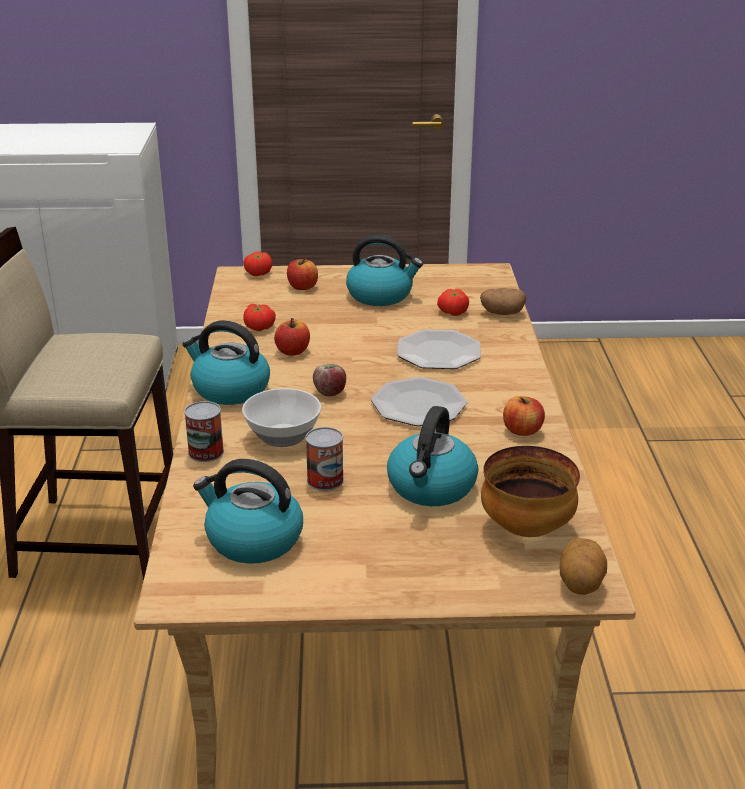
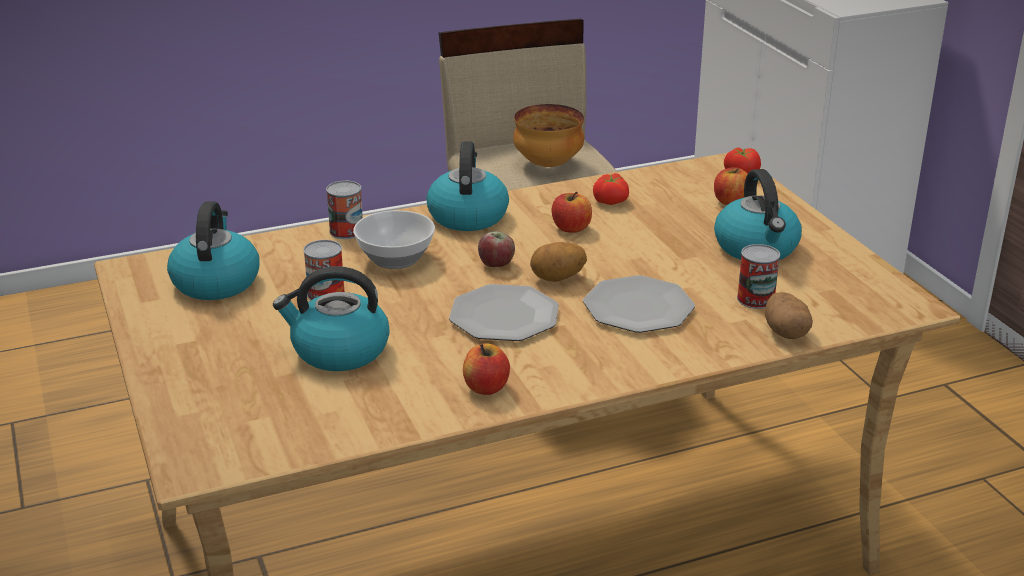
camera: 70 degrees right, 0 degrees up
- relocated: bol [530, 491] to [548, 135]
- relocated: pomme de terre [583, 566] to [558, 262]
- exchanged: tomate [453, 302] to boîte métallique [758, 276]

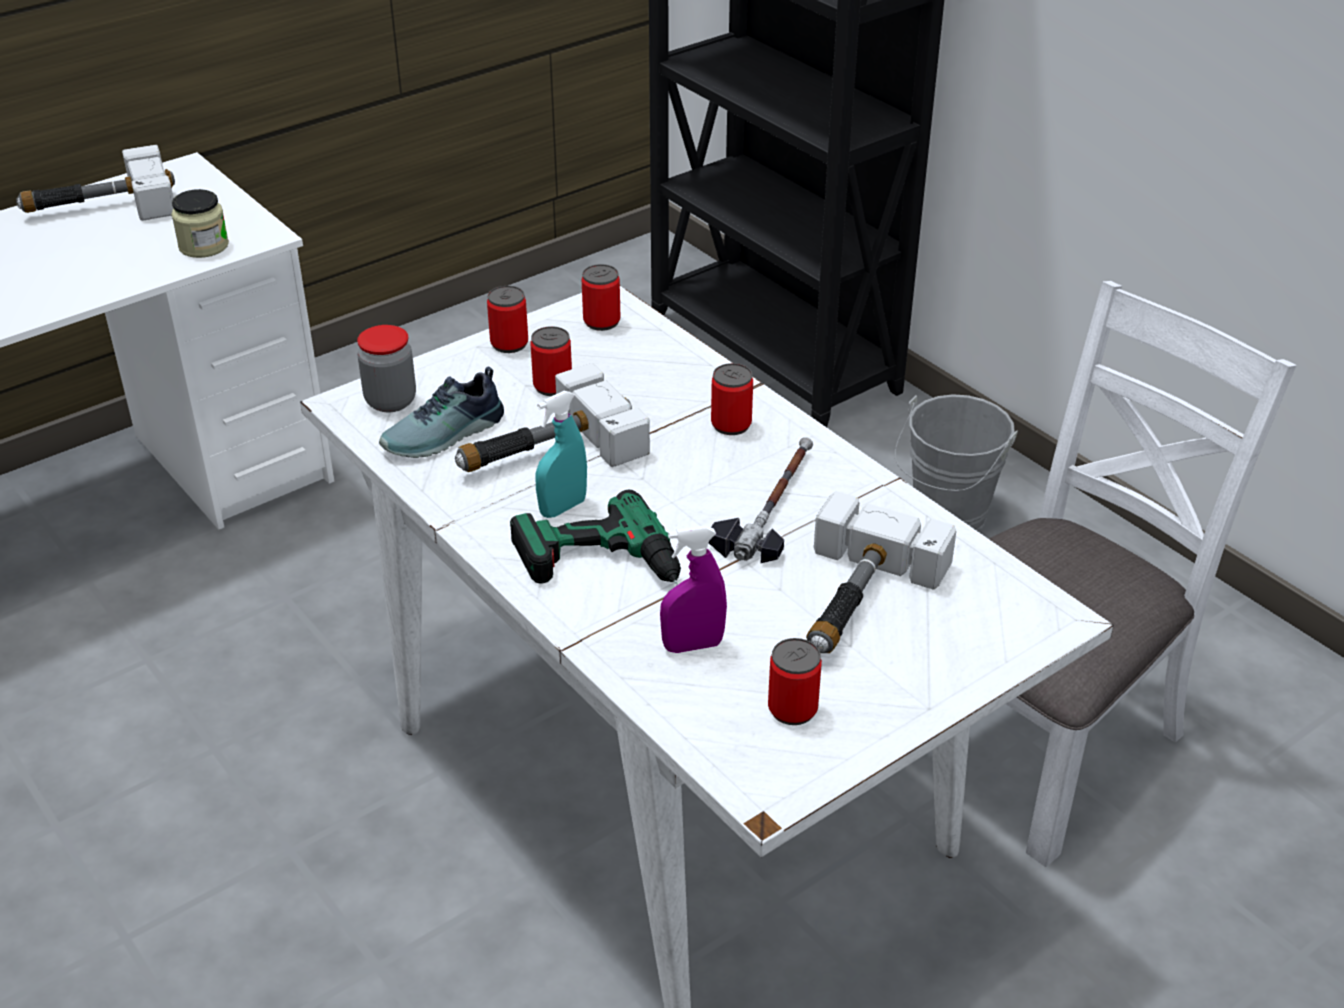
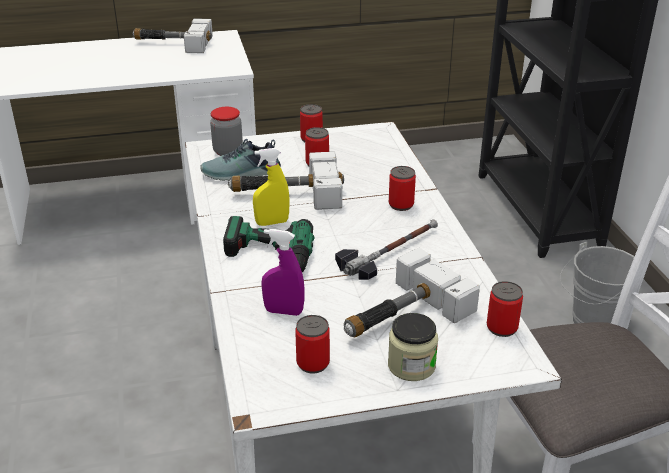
camera: 25 degrees right, 5 degrees down
- colour: vaporisateur (turquoise) [561, 454] to vaporisateur (jaune) [271, 187]
- relocated: bocal [200, 223] to [413, 347]
- relocated: boîte métallique [601, 297] to [505, 309]

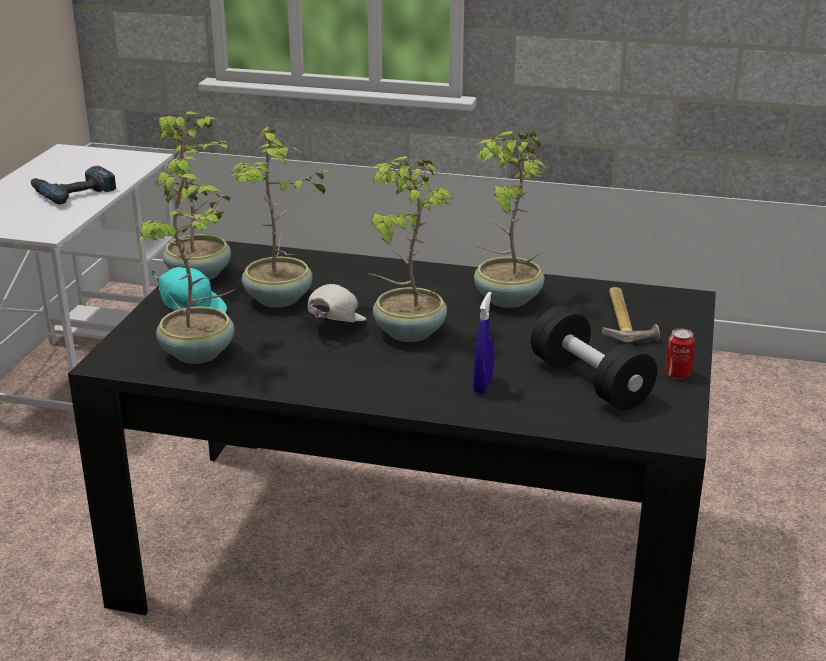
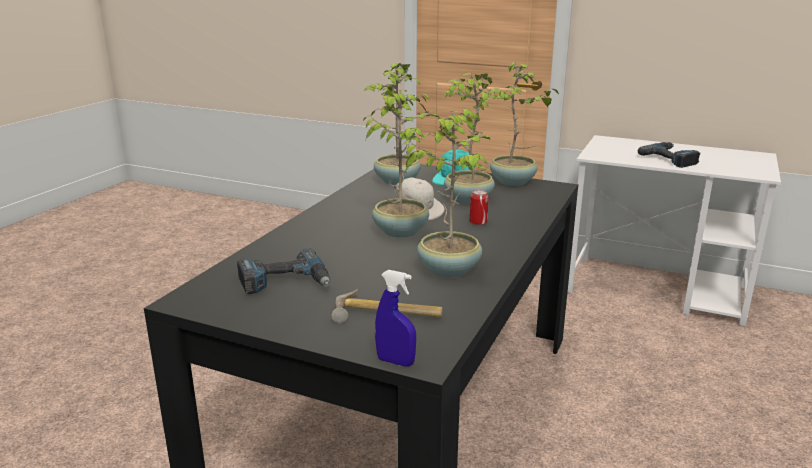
camera: 100 degrees right, 5 degrees down
- exchanged: haltère (noir) [594, 358] to perceuse [283, 271]
- relocated: vaporisateur (bleu) [483, 343] to [395, 318]
- relocated: boîte métallique [680, 353] to [479, 207]

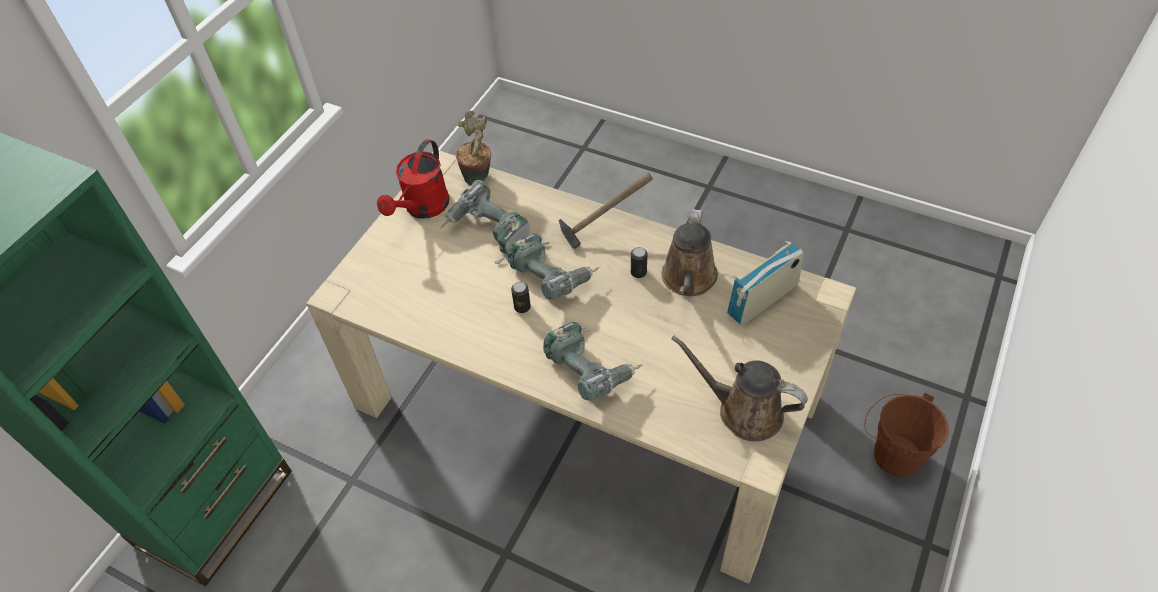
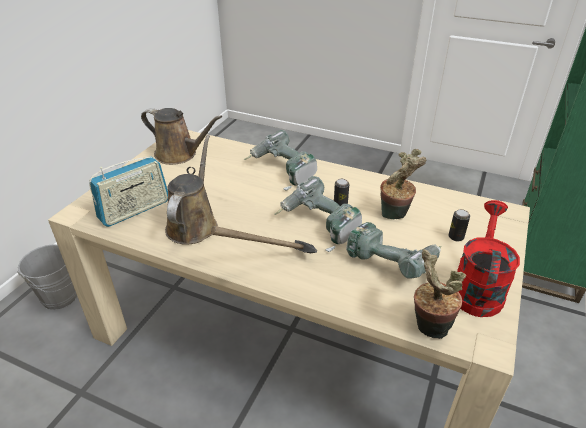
camera: 175 degrees right, 15 degrees down
- colour: seau (marron) [906, 435] to seau (gris) [47, 277]
- appeared: plante en pot [403, 184]
- relocated: boîte métallique [639, 262] to [459, 225]

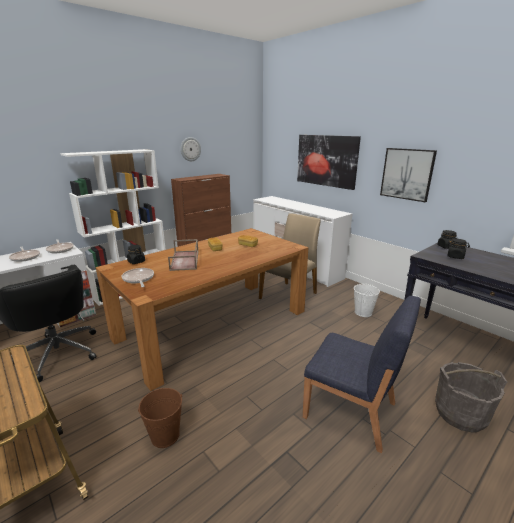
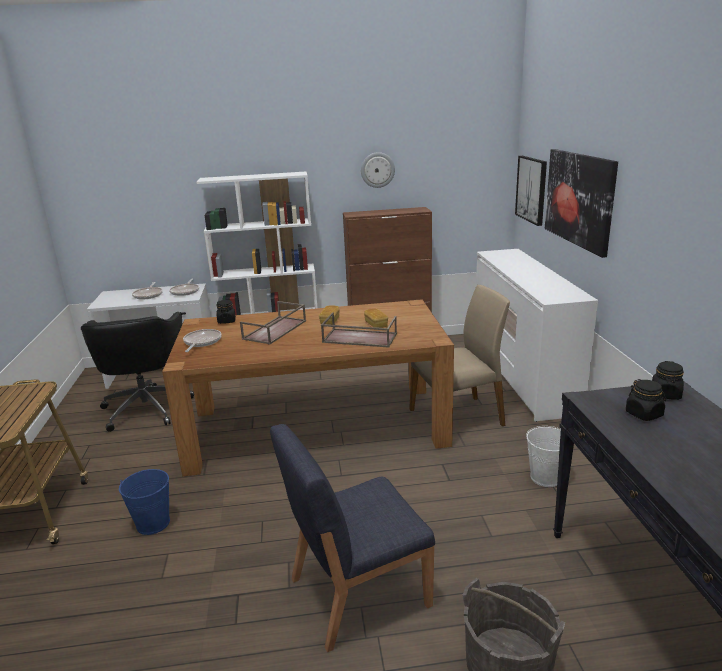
camera: 35 degrees right, 0 degrees up
- colour: seau (marron) [160, 418] to seau (bleu) [144, 502]
- spun: chaise (bleu) [362, 374] = [352, 538] 90 degrees clockwise
- appeared: plateau (marron) [359, 330]
- relocated: tableau [408, 175] to [531, 191]

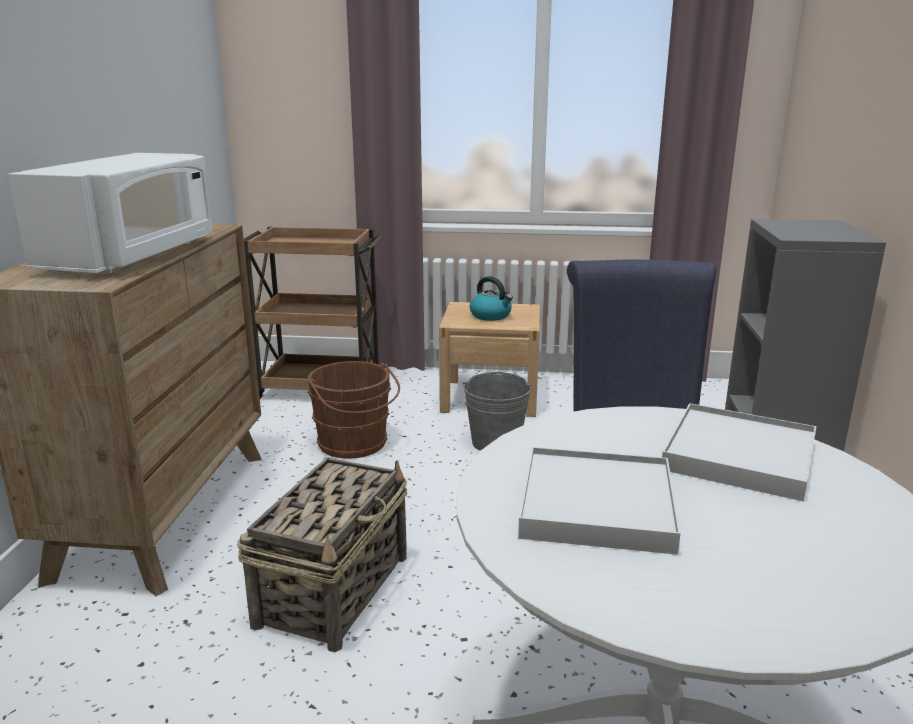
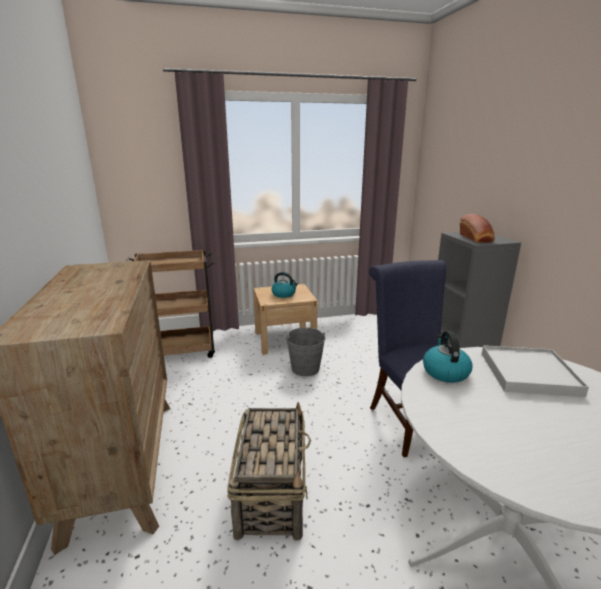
camera: 20 degrees left, 0 degrees up
- appeared: bouilloire [448, 357]
- appeared: pain [477, 228]
- missing: micro-ondes (blanc) [110, 213]
- missing: seau (marron) [353, 410]
- missing: plateau (blanc) [599, 501]

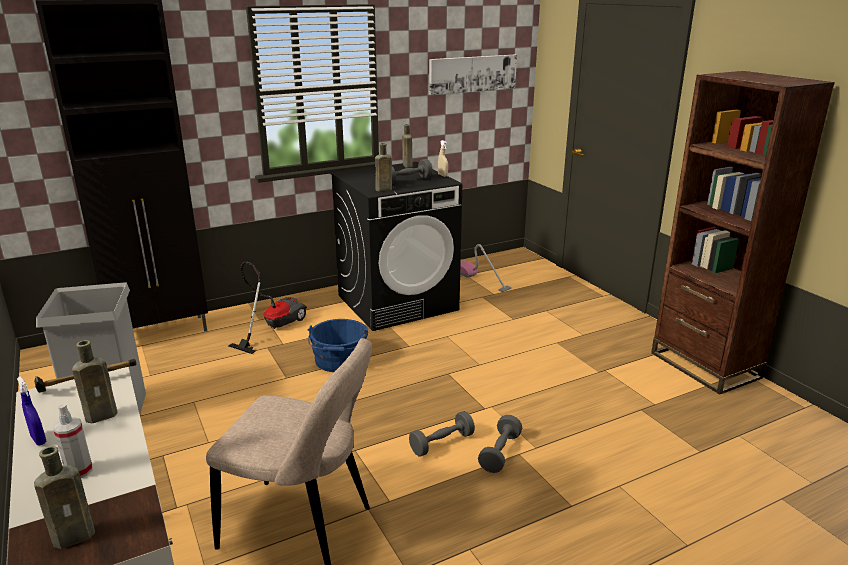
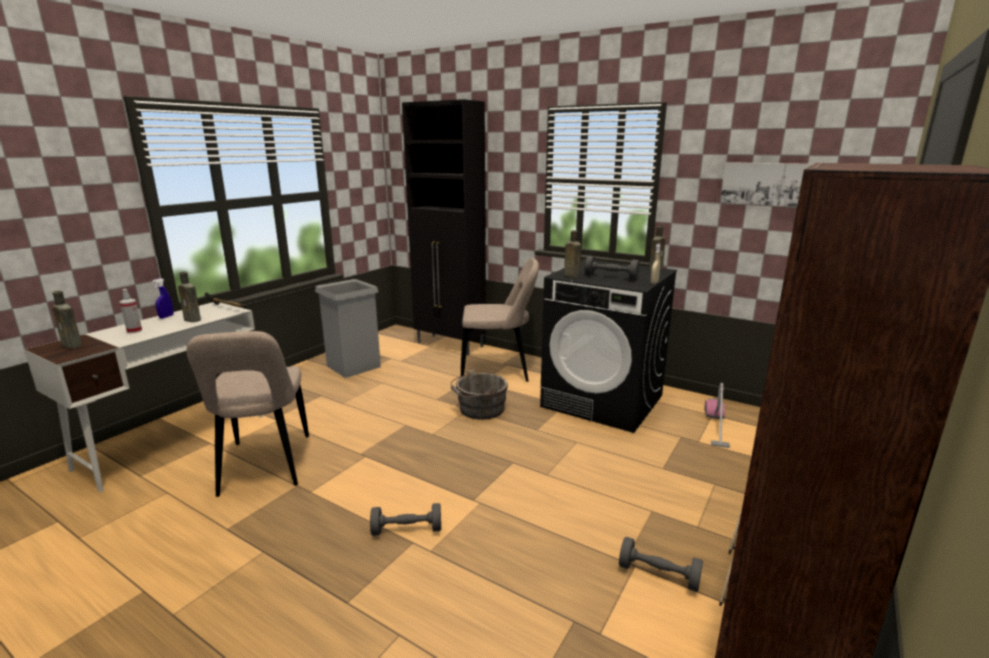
camera: 60 degrees right, 5 degrees down
- colour: seau (bleu) [338, 345] to seau (gris) [479, 395]
- exchanged: aspirateur [267, 307] to chaise (beige) [500, 320]
- relocated: haltère (gris) [442, 433] to [661, 564]

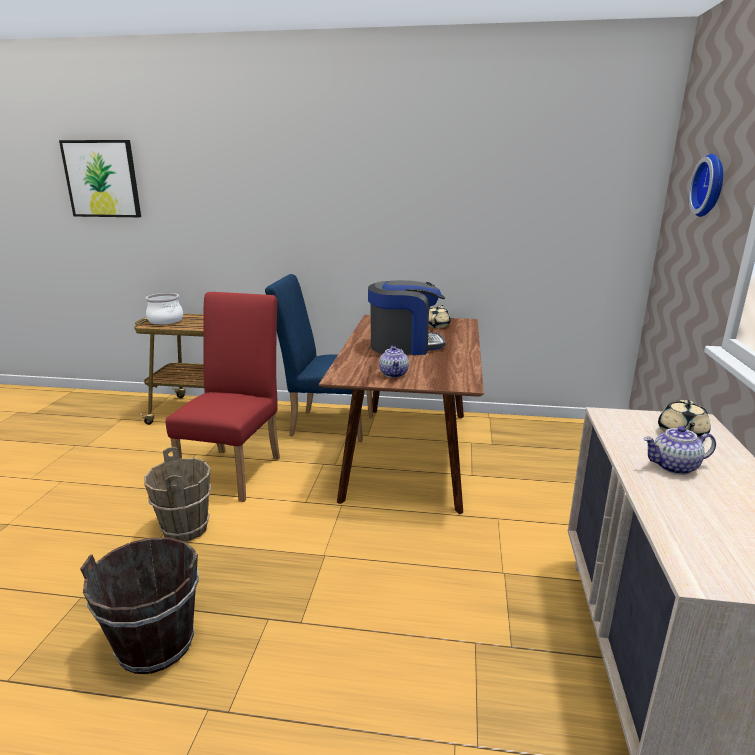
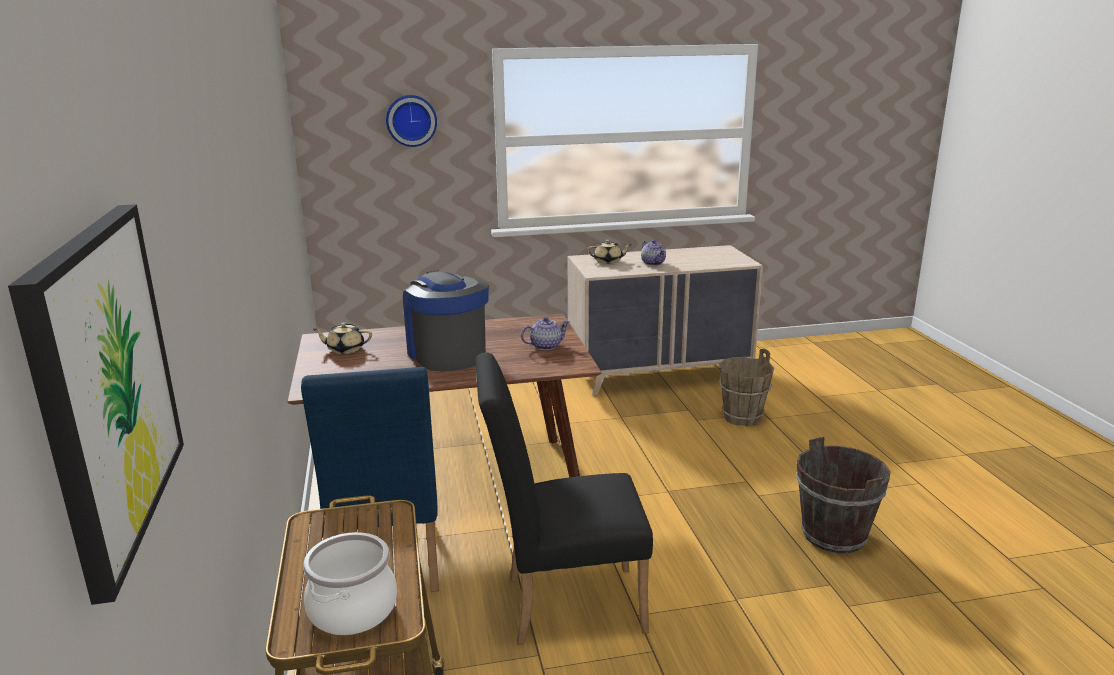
camera: 110 degrees left, 0 degrees up
- colour: chaise (rouge) [223, 397] to chaise (noir) [564, 499]
- relocated: seau (marron) [178, 494] to [746, 387]

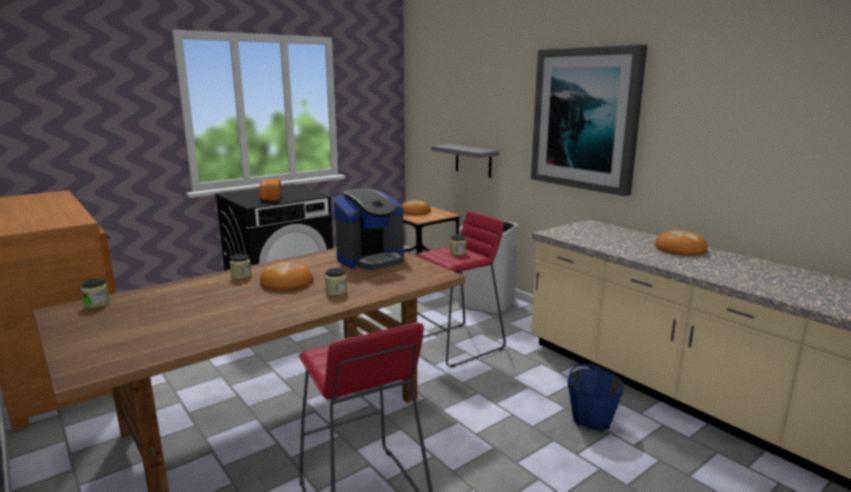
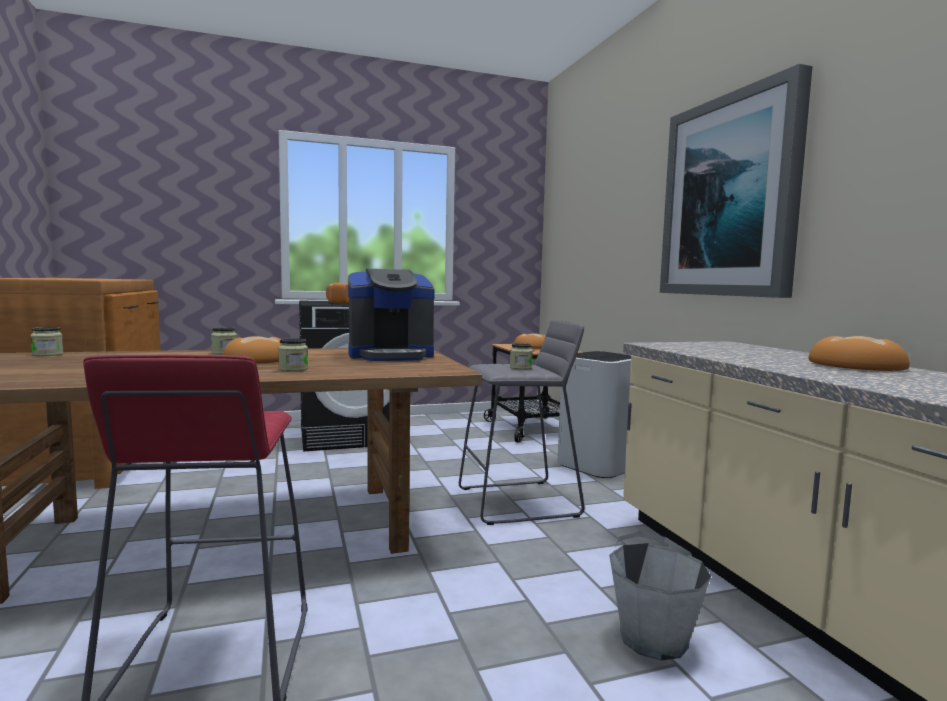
camera: 20 degrees right, 10 degrees down
- colour: tabouret (rouge) [461, 289] to tabouret (gris) [522, 422]
- colour: seau (bleu) [596, 397] to seau (gris) [660, 596]
- missing: étagère (gris) [465, 161]

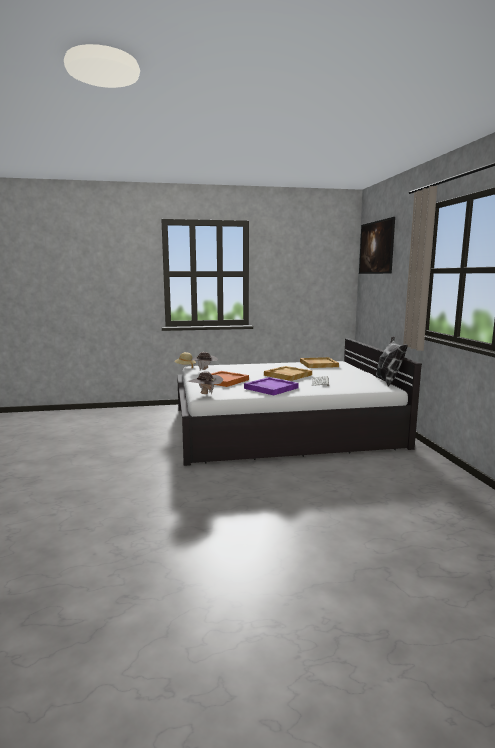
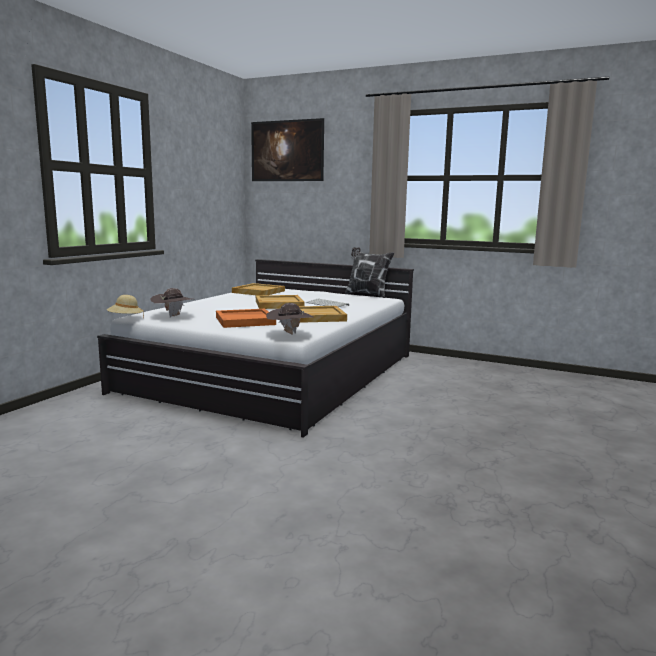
camera: 55 degrees left, 0 degrees up
- colour: plateau (violet) [271, 386] to plateau (beige) [323, 314]

